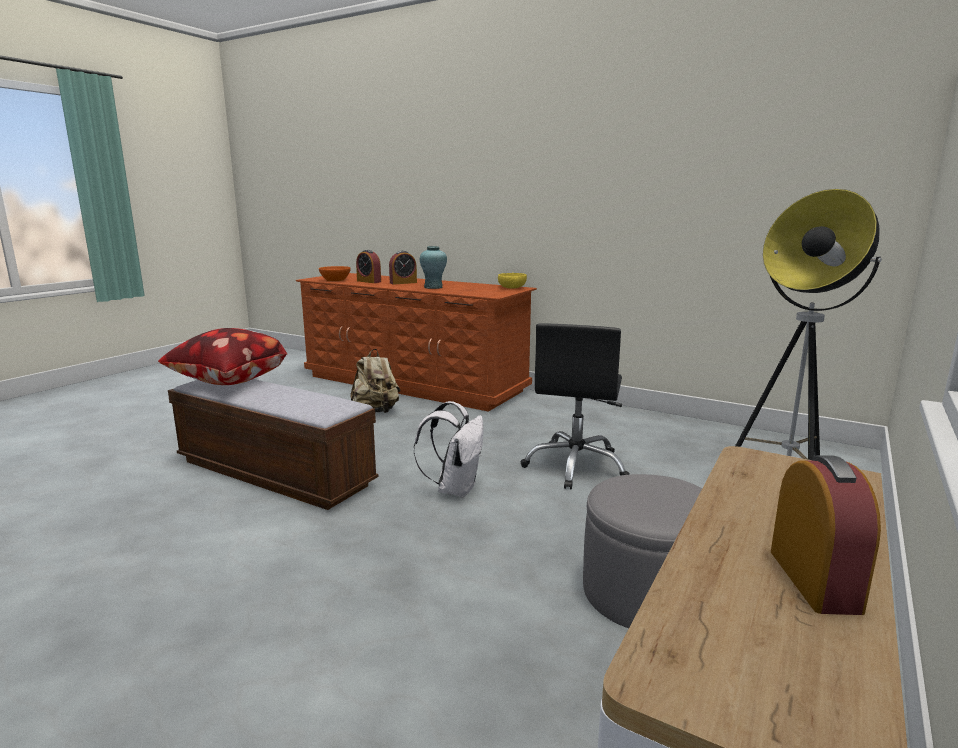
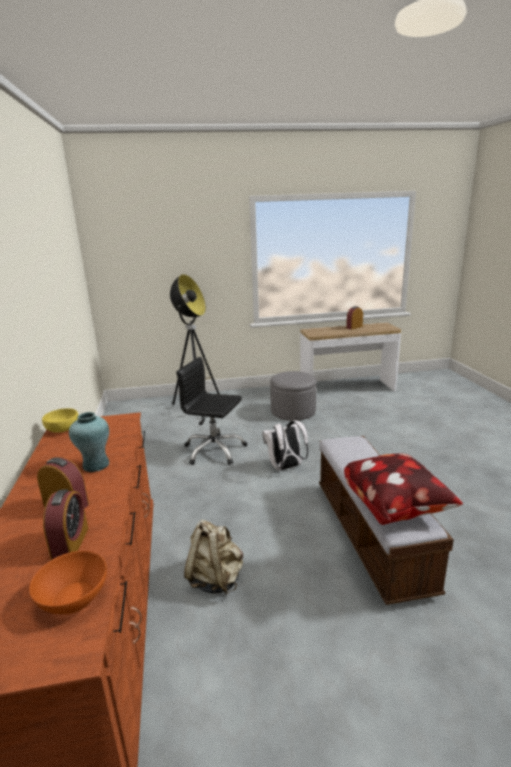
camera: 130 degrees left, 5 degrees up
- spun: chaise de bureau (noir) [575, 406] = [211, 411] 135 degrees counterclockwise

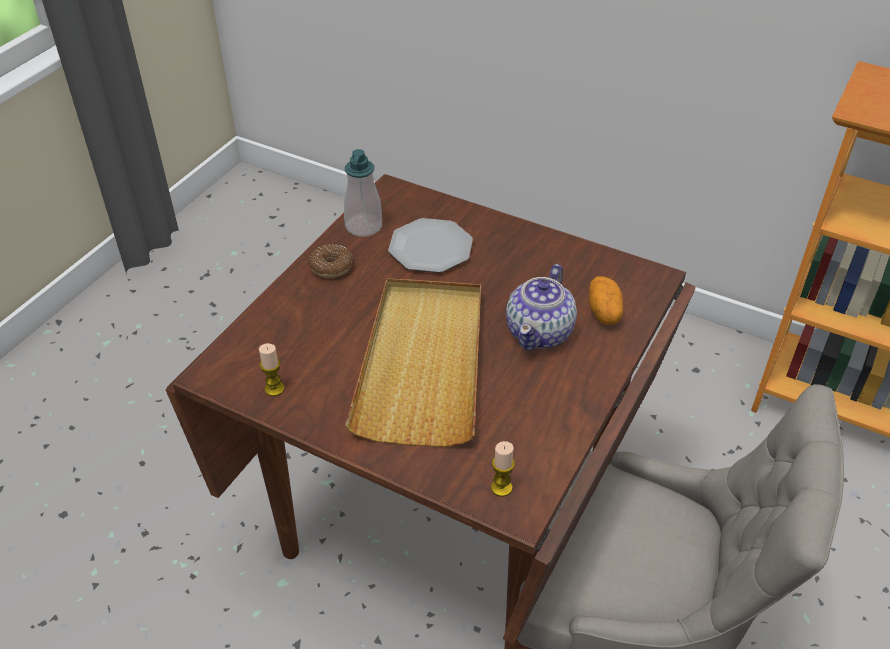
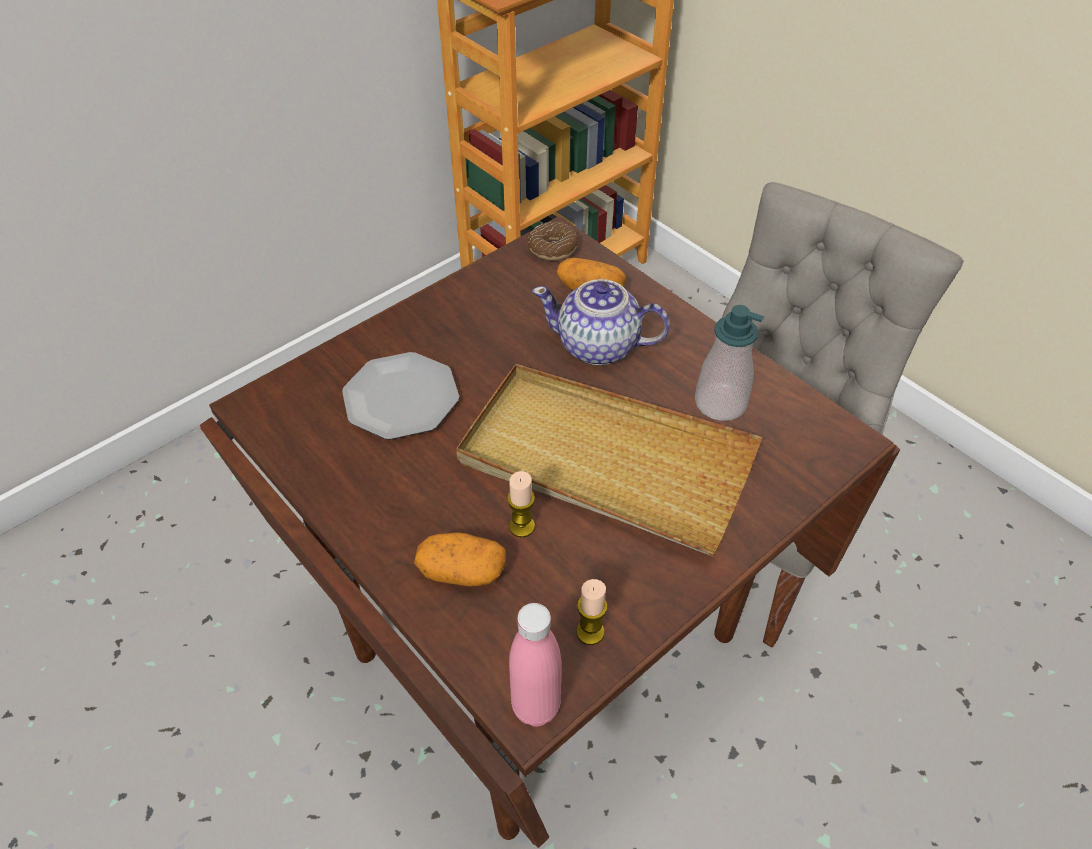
camera: 70 degrees left, 5 degrees up
- appeared: pomme de terre [460, 559]
- relocated: bougie [503, 469] to [521, 504]
- appeared: bouteille (rose) [535, 665]
- relocated: beignet [330, 261] to [553, 241]
- spun: théière [541, 307] = [601, 322] 150 degrees clockwise
- relocated: distributeur de savon [363, 193] to [729, 363]

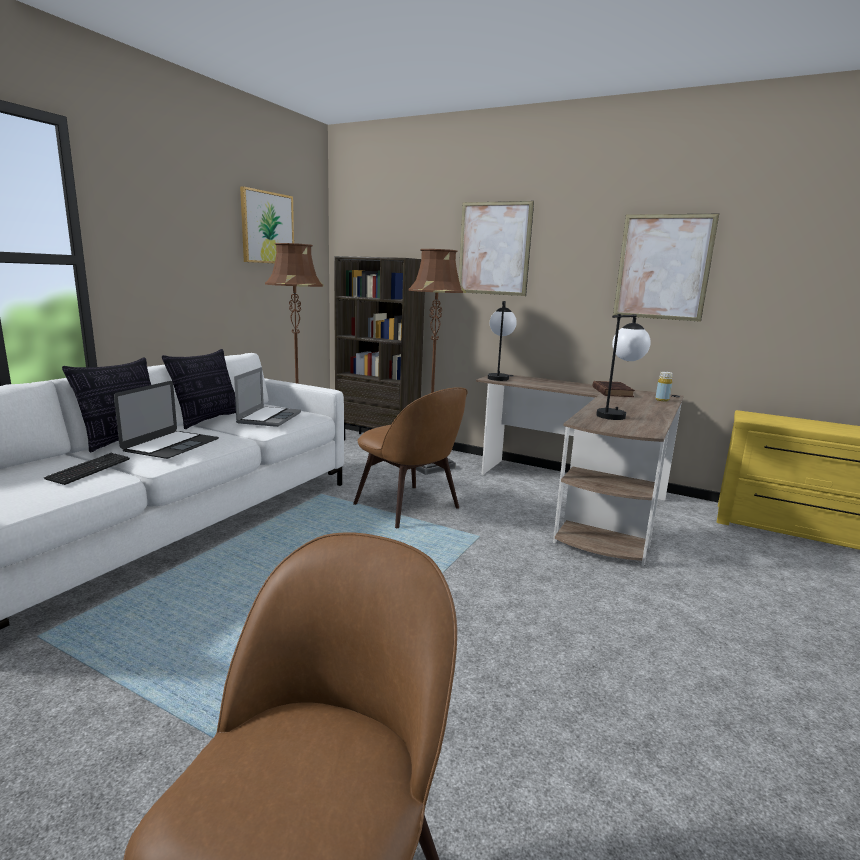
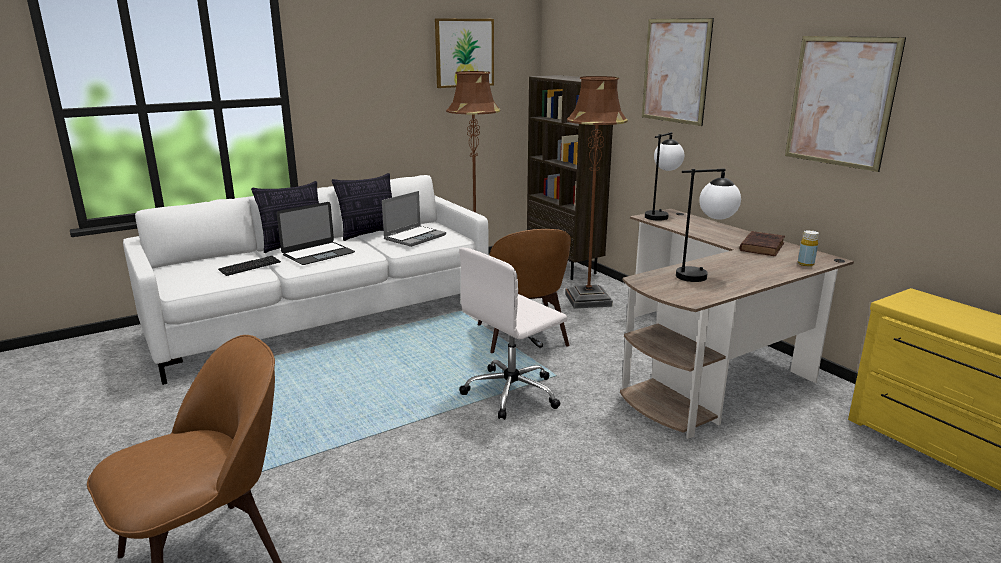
camera: 30 degrees right, 5 degrees up
- appeared: chaise de bureau (blanc) [513, 334]

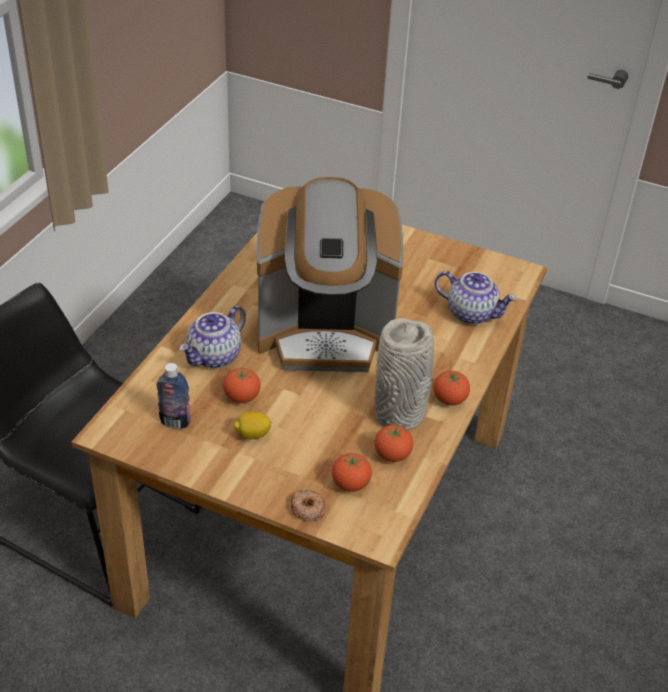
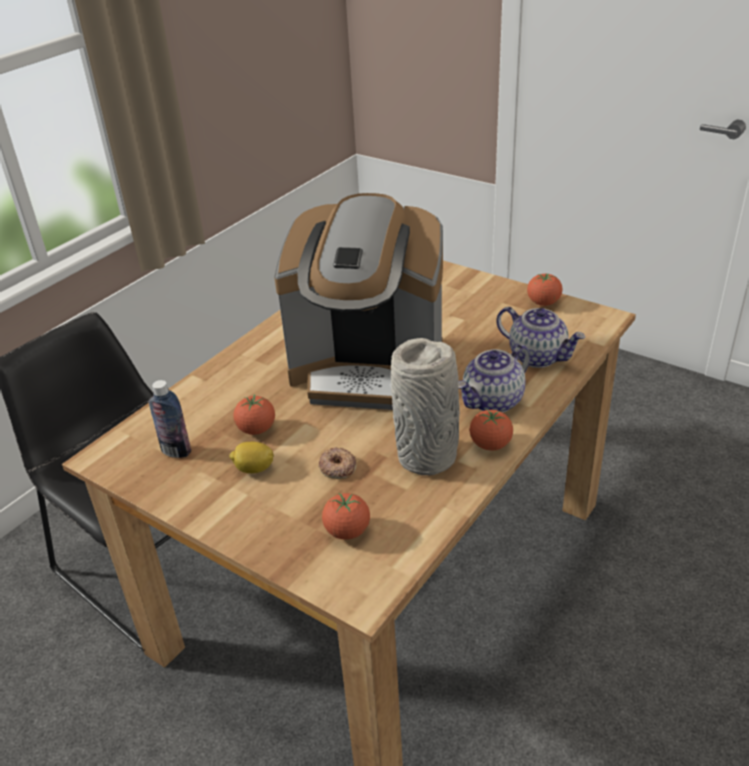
camera: 15 degrees right, 5 degrees down
- relocated: beignet [308, 505] to [337, 463]
- relocated: théière [212, 337] to [494, 378]
- relocated: tomate [393, 443] to [545, 289]

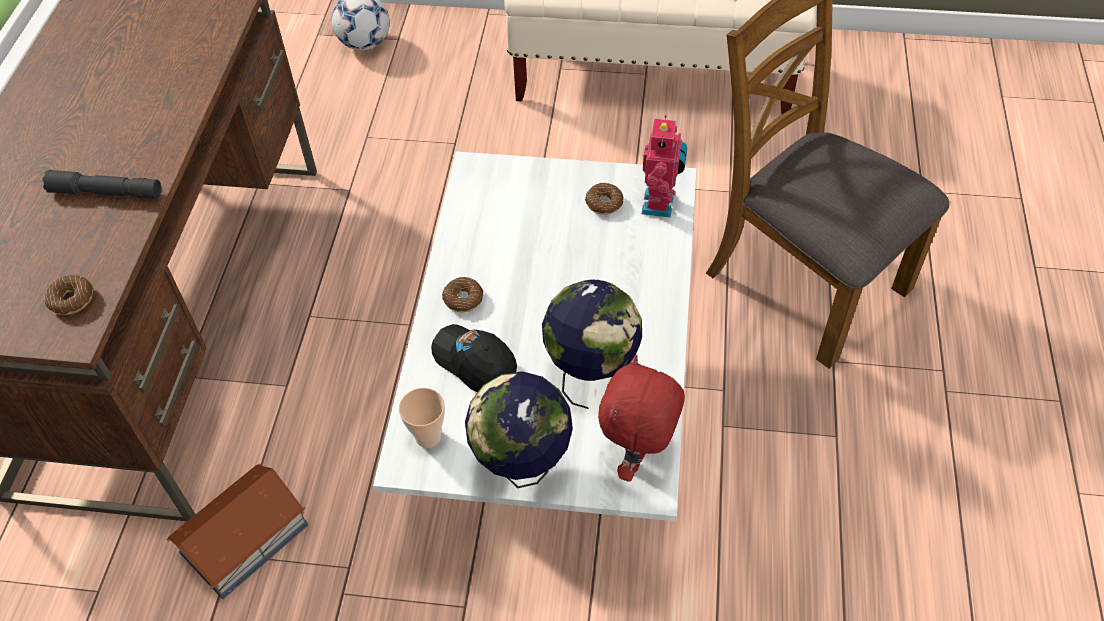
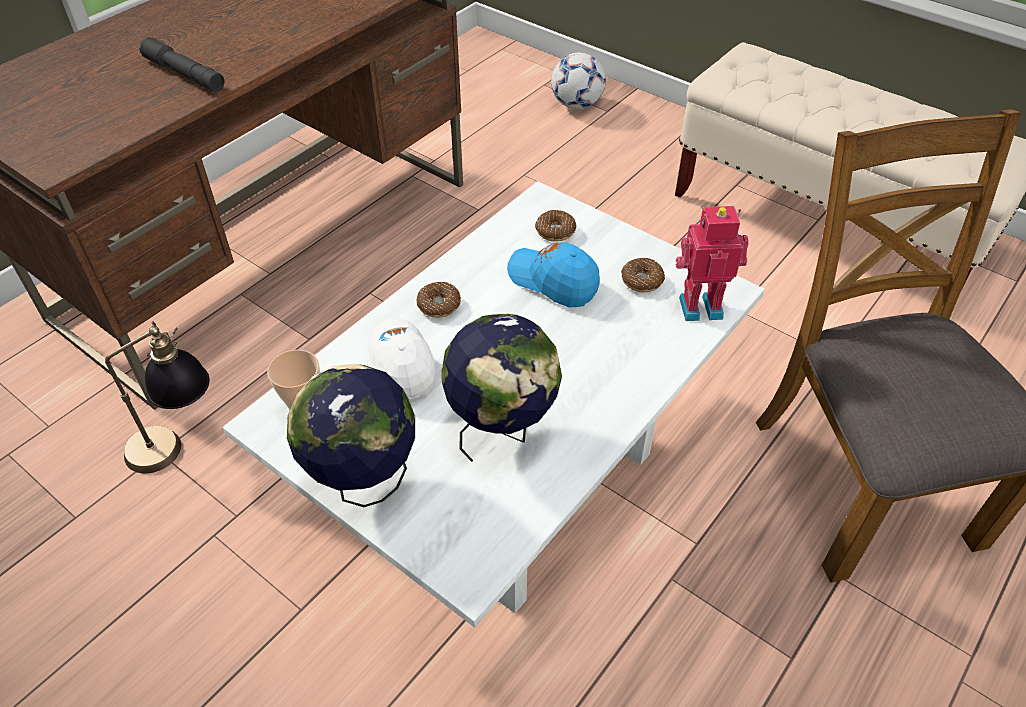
camera: 30 degrees right, 5 degrees down
- exchanged: maison miniature [237, 531] to lampe de table [157, 397]
- colour: casquette (noir) [474, 358] to casquette (blanc) [402, 360]
- appeared: casquette (bleu) [553, 274]
- relocated: beignet [69, 295] to [555, 226]
- spun: robot jouet [664, 166] = [712, 263] 135 degrees counterclockwise
- missing: peluche (rouge) [641, 418]

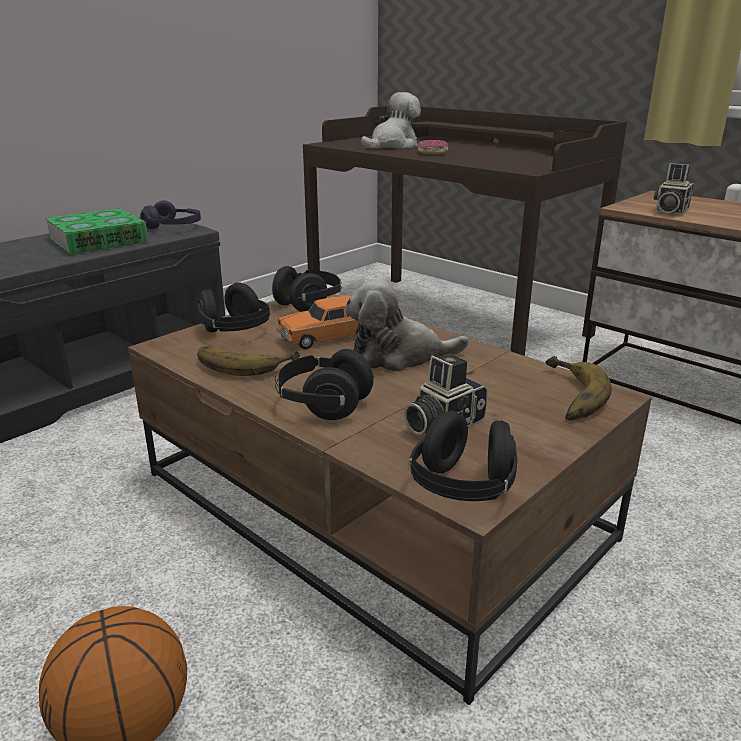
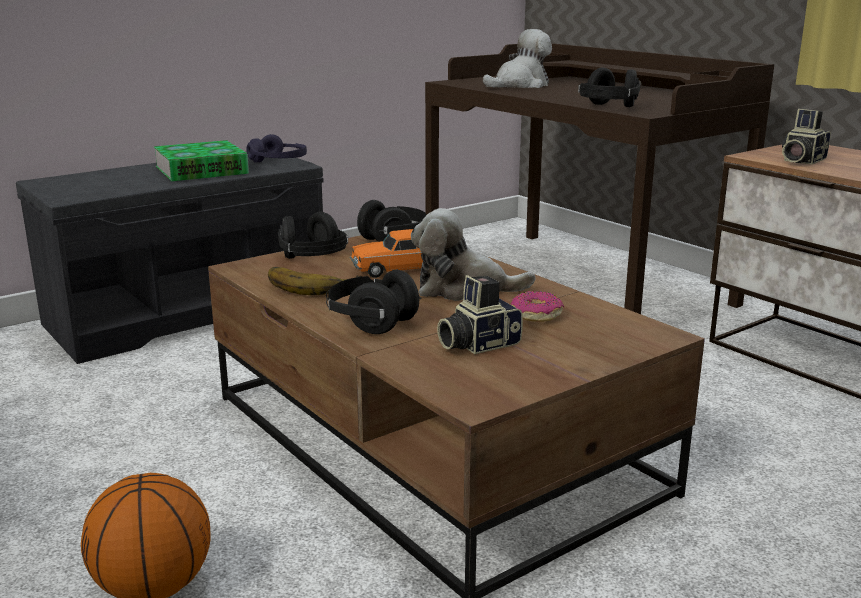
camera: 10 degrees right, 5 degrees down
- relocated: beignet [433, 147] to [537, 306]
- relocated: casque audio (noir) [463, 456] to [609, 87]
- missing: banane [579, 388]

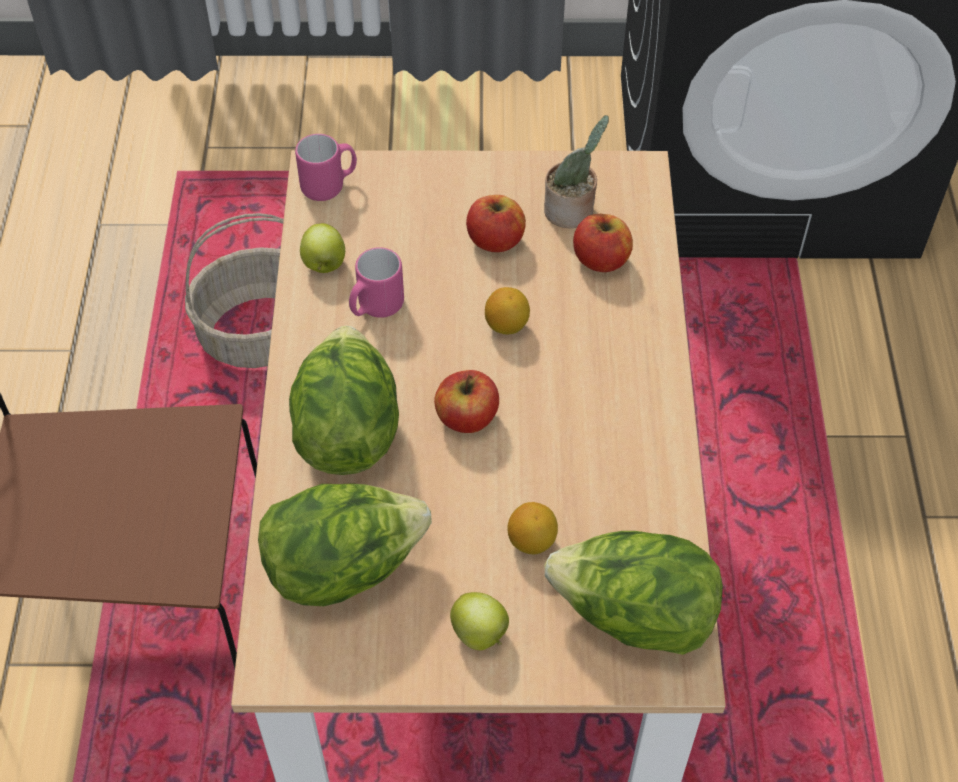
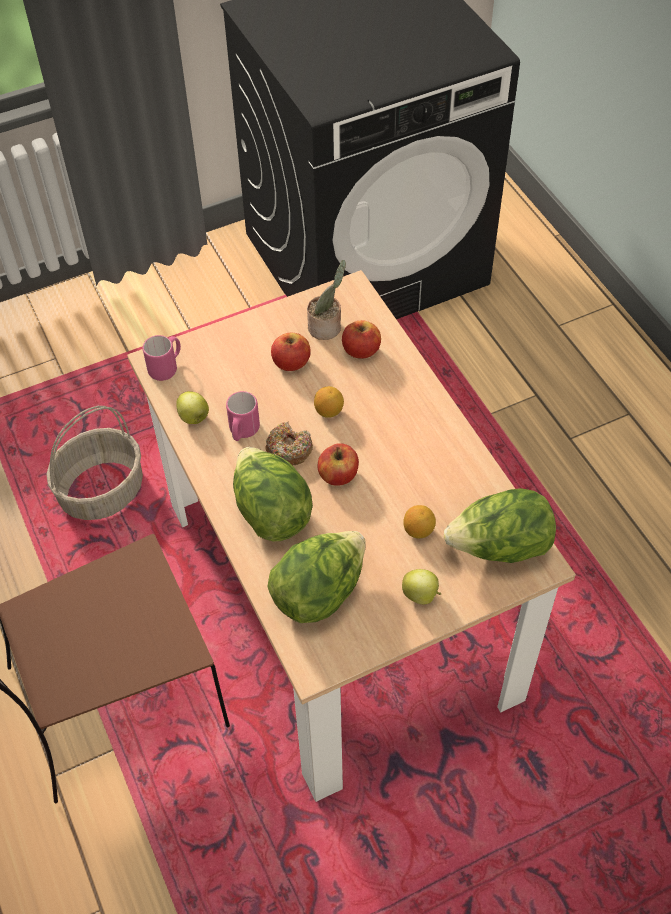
camera: 25 degrees left, 0 degrees up
- appeared: beignet [289, 443]

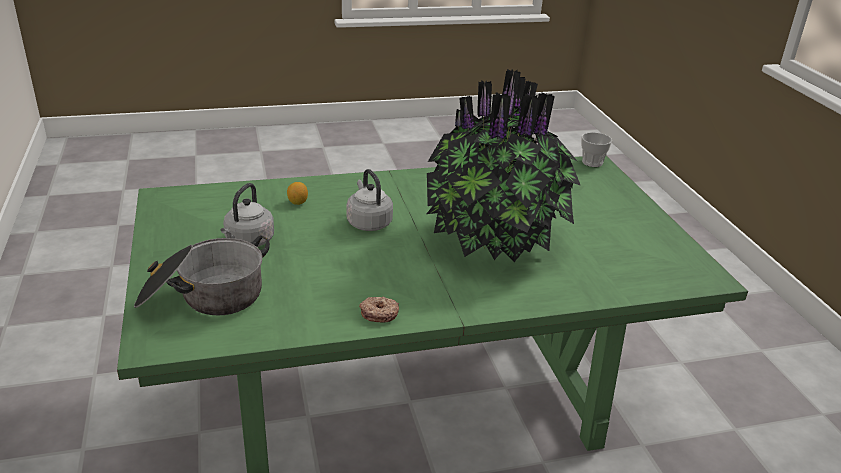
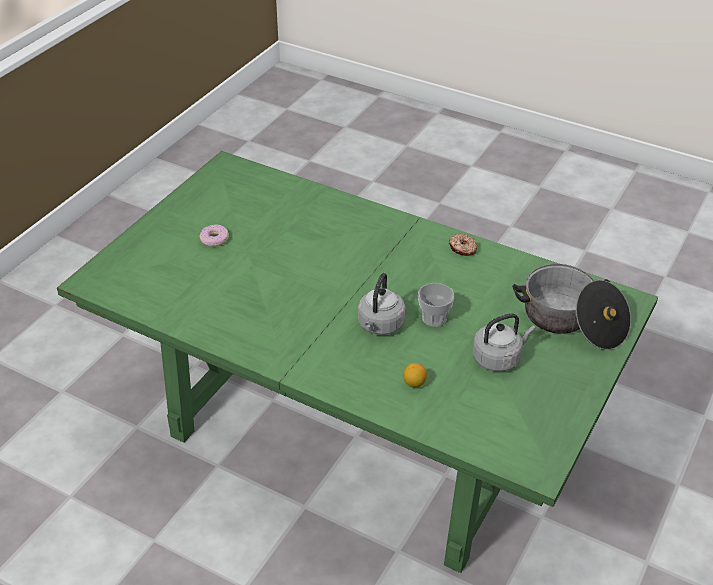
camera: 135 degrees left, 10 degrees up
- appeared: beignet [214, 235]
- relocated: tasse [596, 149] to [436, 305]
- missing: plante en pot [503, 165]

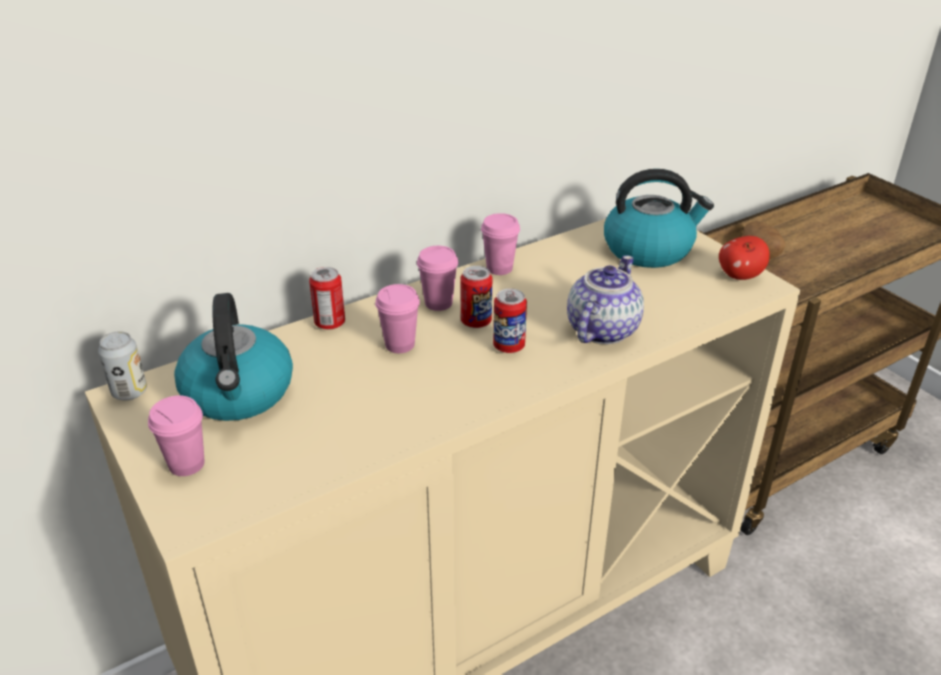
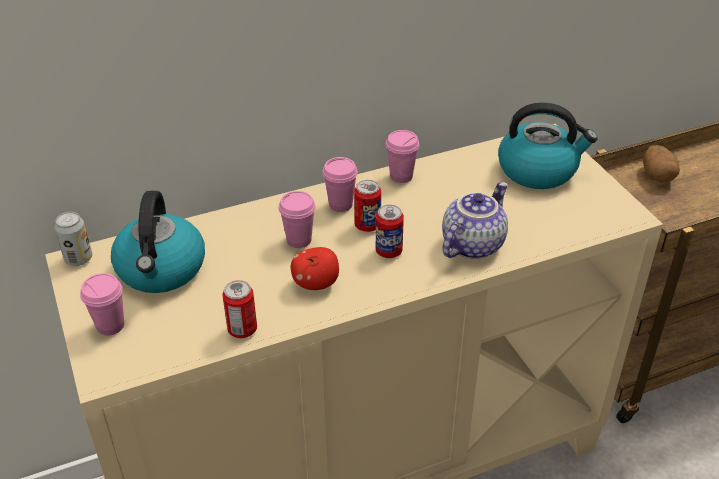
camera: 10 degrees right, 5 degrees up
- relocated: boîte métallique [327, 298] to [239, 309]
- relocated: pomme [744, 258] to [315, 268]

